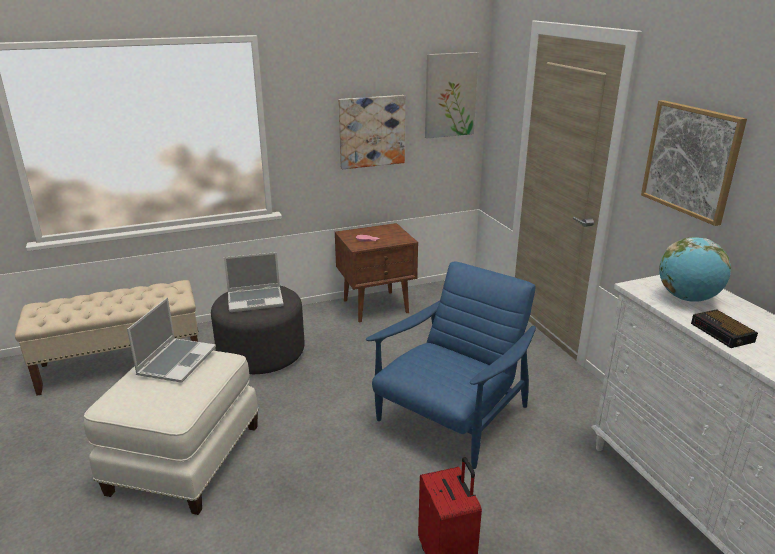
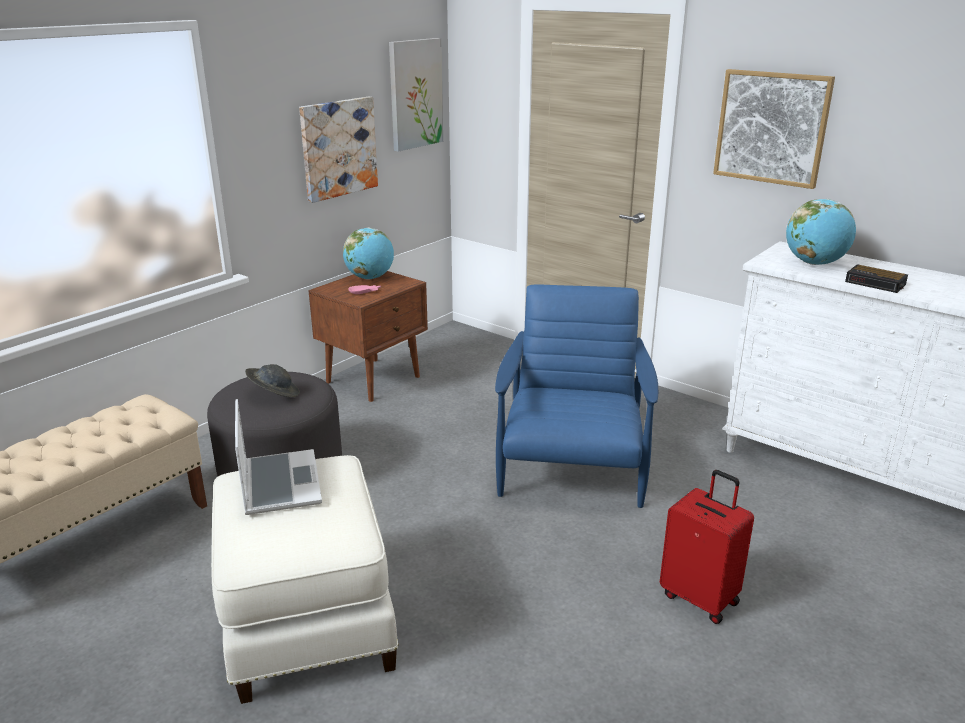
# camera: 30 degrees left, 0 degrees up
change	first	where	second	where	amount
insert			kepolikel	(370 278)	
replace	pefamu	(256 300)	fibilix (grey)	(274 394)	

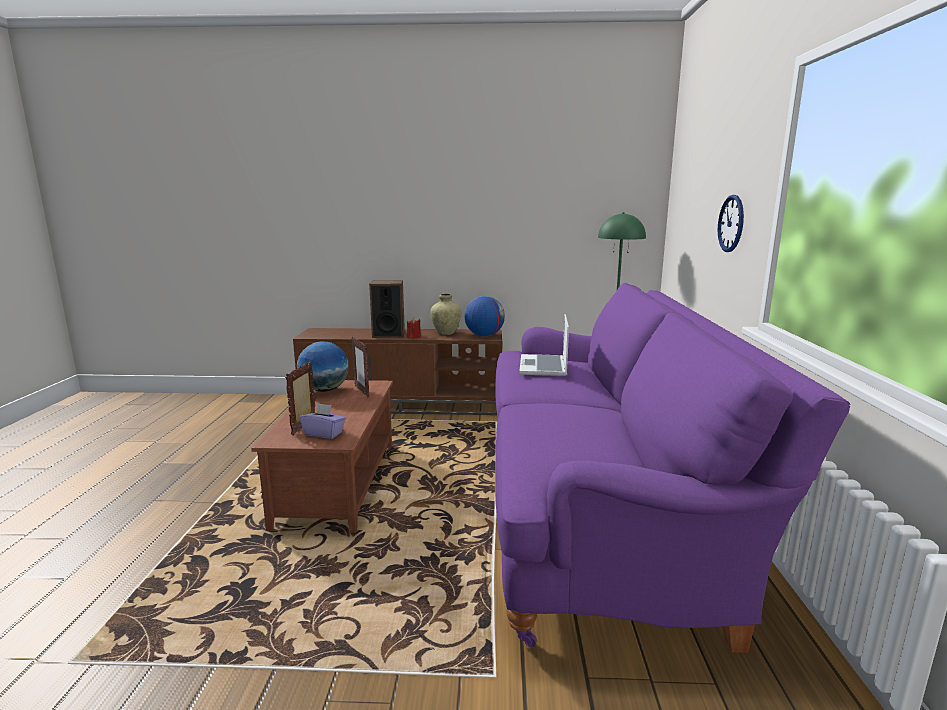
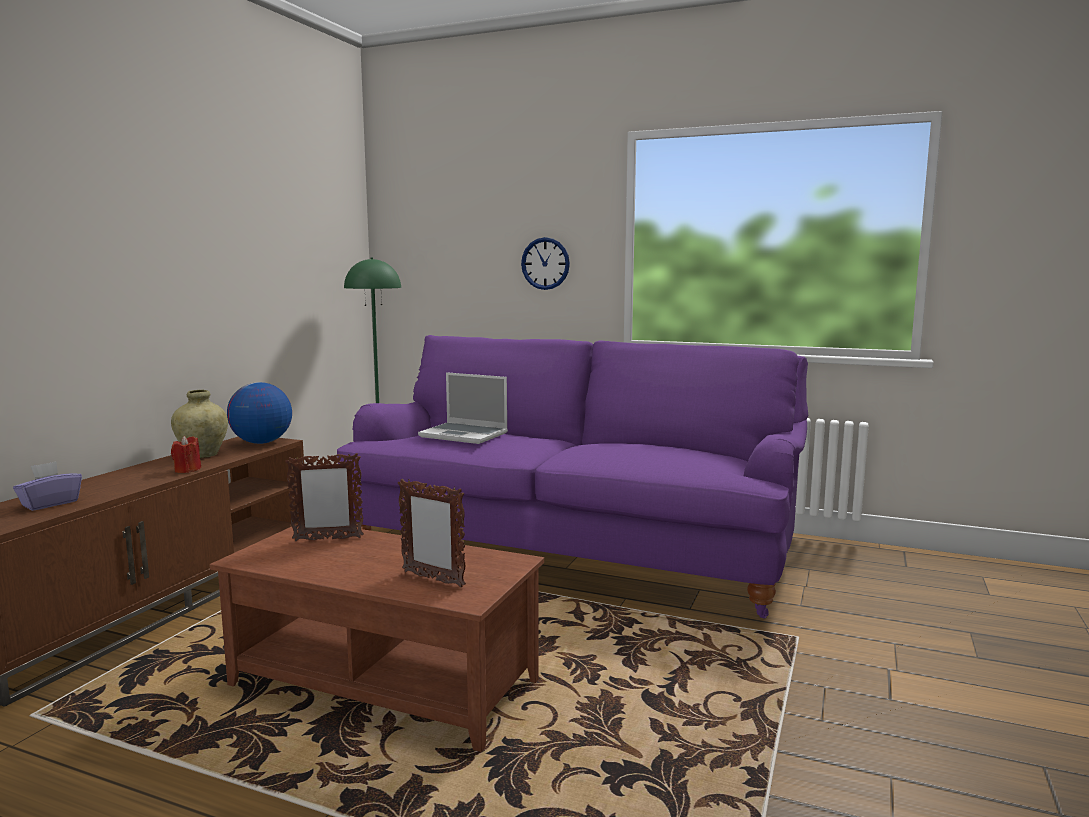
# camera: 70 degrees left, 5 degrees down
change	first	where	second	where	amount
delete	kepolikel	(324 390)			
delete	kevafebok	(388 334)			
move	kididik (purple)	(324 433)		(50 503)	

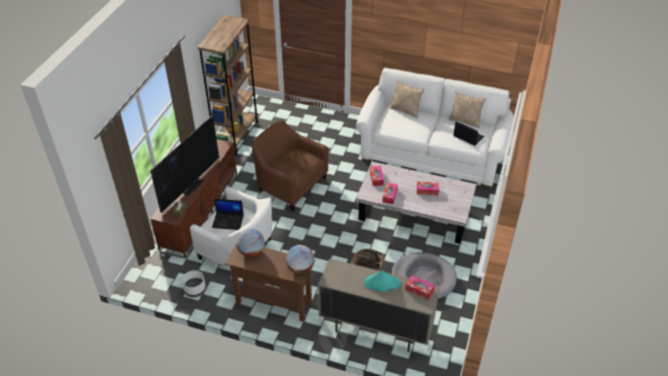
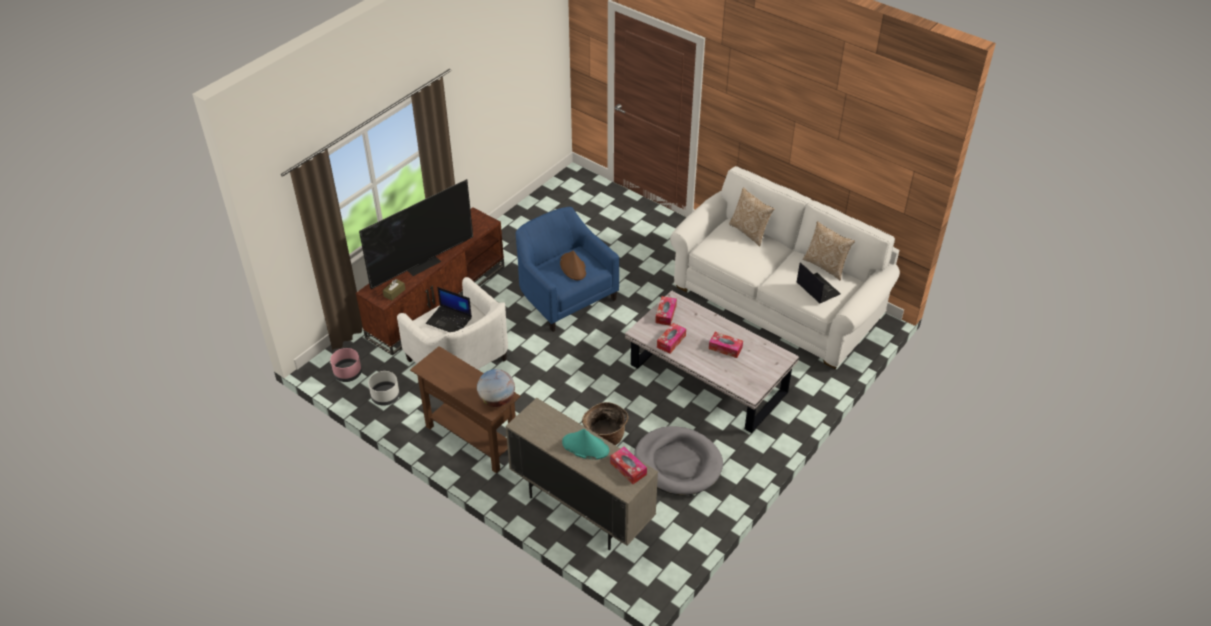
# camera: 20 degrees right, 0 degrees up
change	first	where	second	where	amount
delete	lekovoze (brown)	(236 136)			
delete	kepolikel	(251 252)			
insert			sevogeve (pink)	(347 373)	
recolor	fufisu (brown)	(290 184)	fufisu (blue)	(565 296)	

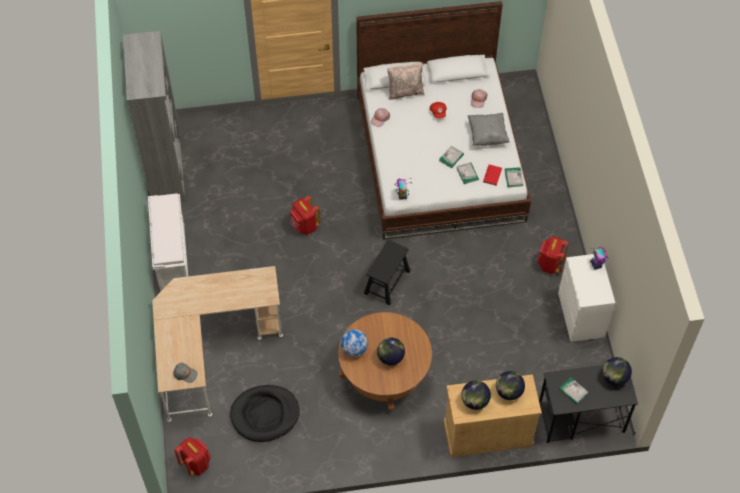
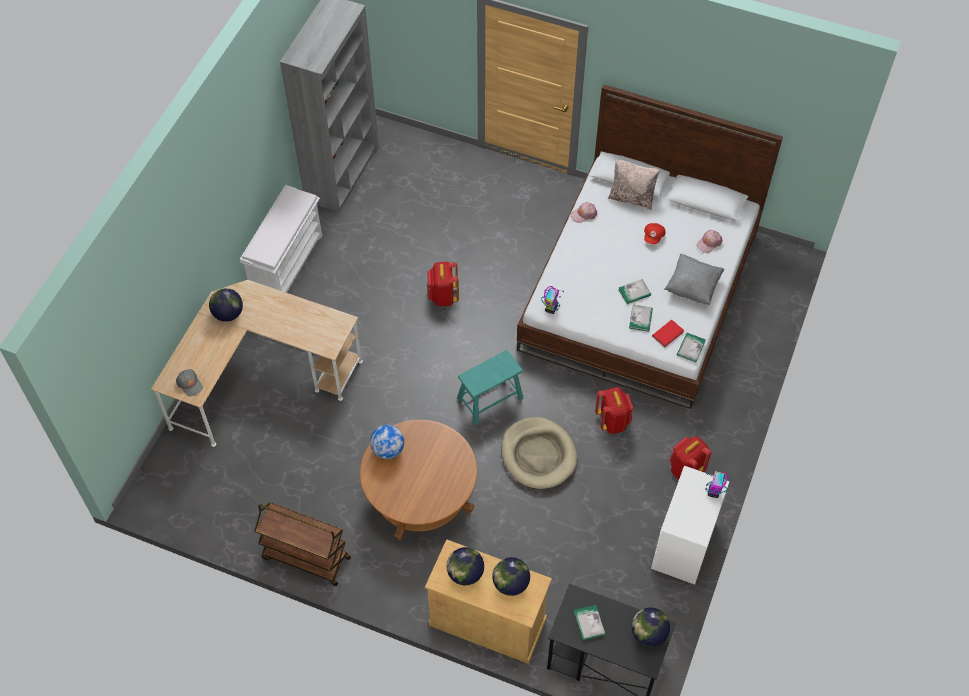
# camera: 30 degrees right, 0 degrees up
change	first	where	second	where	amount
delete	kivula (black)	(265 415)			
insert			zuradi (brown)	(305 558)	
insert			kivula (beige)	(538 455)	
move	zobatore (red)	(196 464)		(613 421)	
move	kepolikel	(390 357)		(228 314)	
recolor	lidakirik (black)	(387 282)	lidakirik (turquoise)	(490 398)	

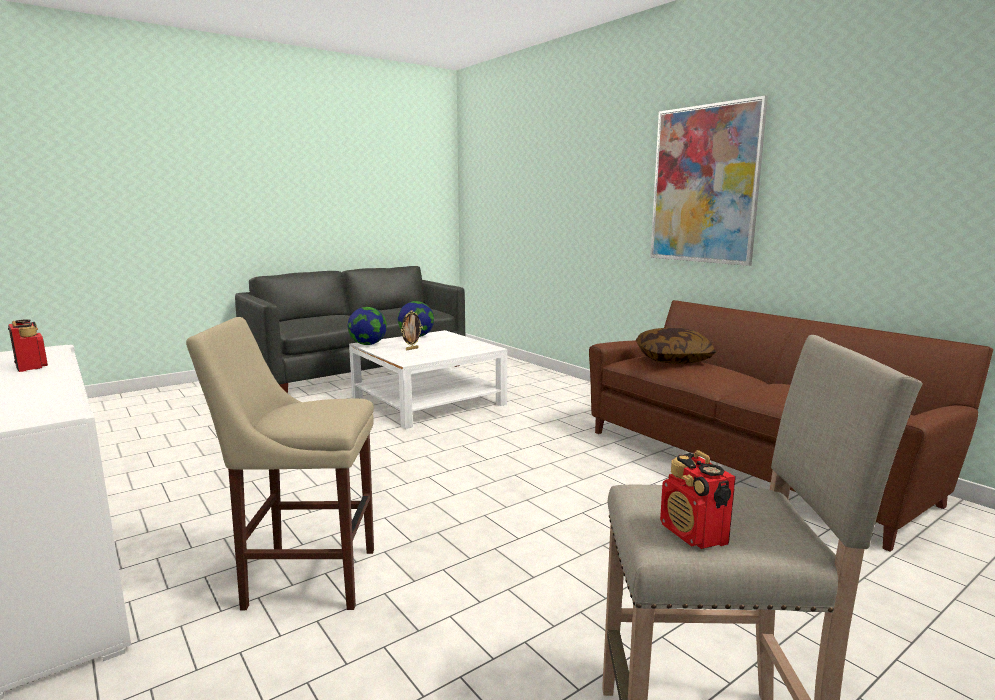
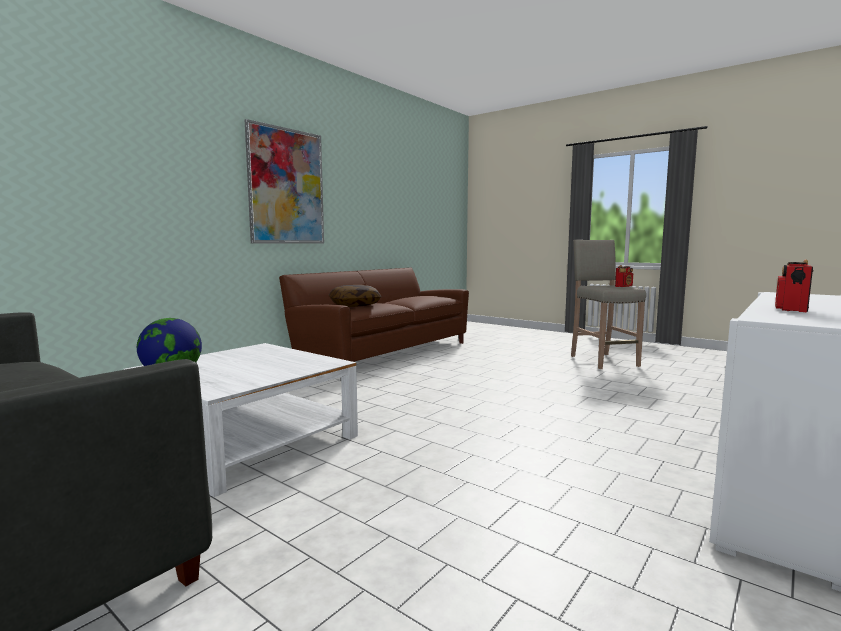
# camera: 105 degrees left, 5 degrees down
change	first	where	second	where	amount
delete	lidakirik (beige)	(304 577)			
delete	kepolikel	(368 344)			
delete	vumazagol	(412 349)			

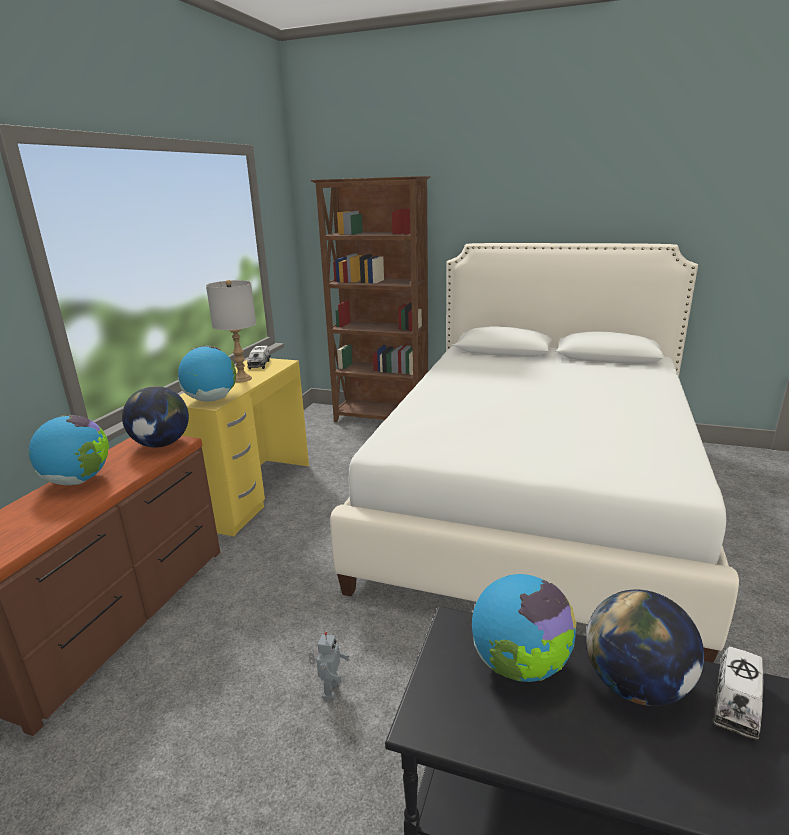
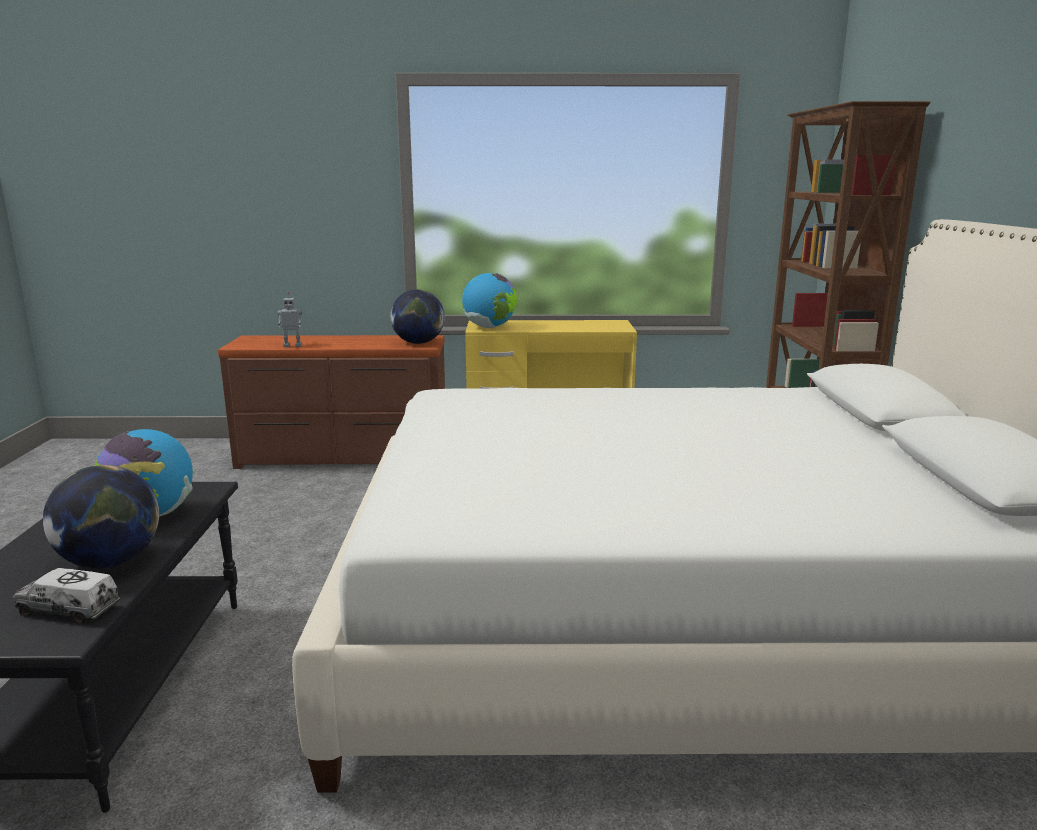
# camera: 70 degrees right, 5 degrees down
change	first	where	second	where	amount
delete	kepolikel	(78 481)			
delete	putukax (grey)	(241 379)			
delete	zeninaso	(259 364)			
move	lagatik	(329 690)		(293 346)	

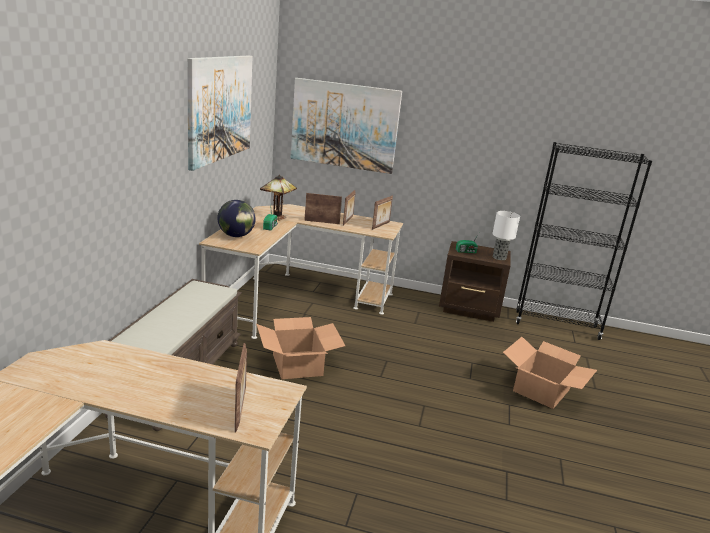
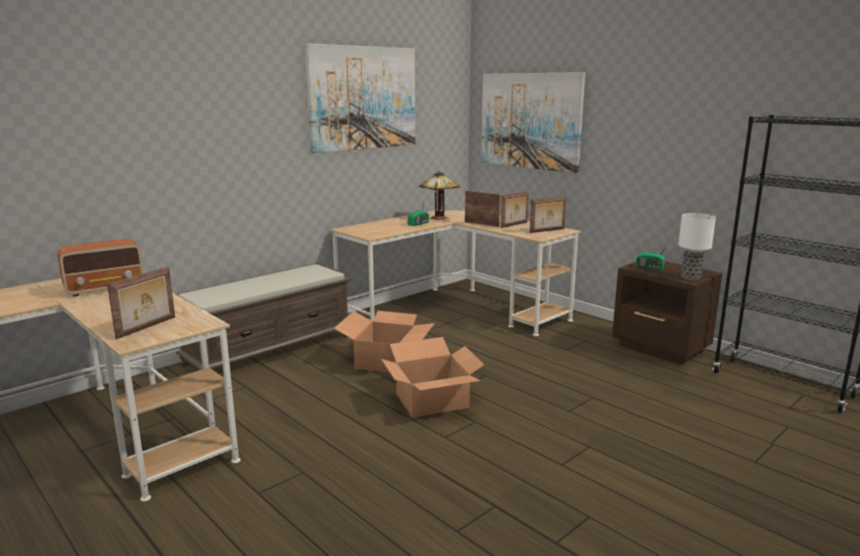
# camera: 35 degrees right, 5 degrees down
change	first	where	second	where	amount
delete	kepolikel	(236 236)			
insert			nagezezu	(105 288)	
move	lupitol	(542 390)		(432 400)	

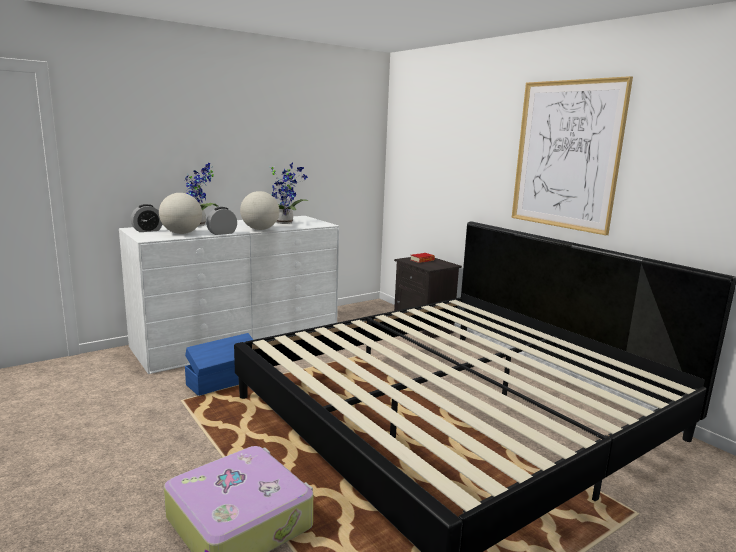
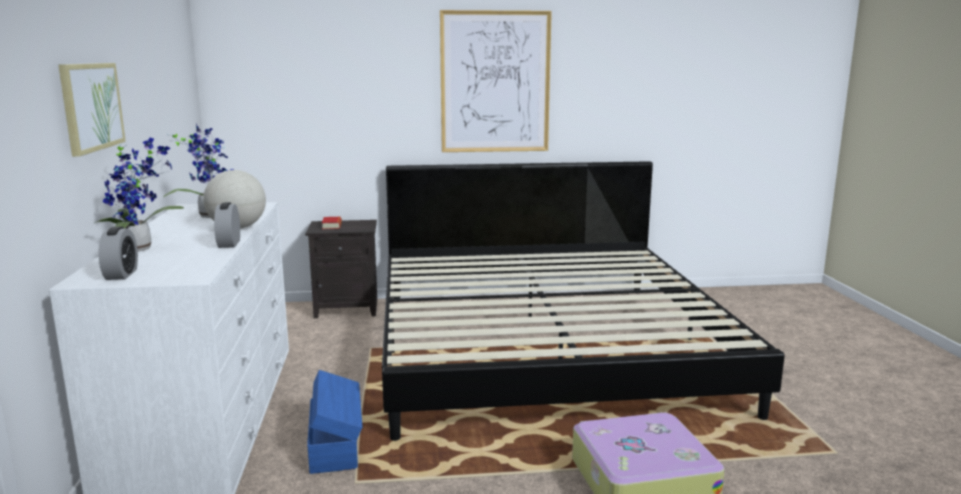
# camera: 60 degrees left, 0 degrees up
change	first	where	second	where	amount
delete	kepolikel	(181 233)			
insert			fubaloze	(91 106)	

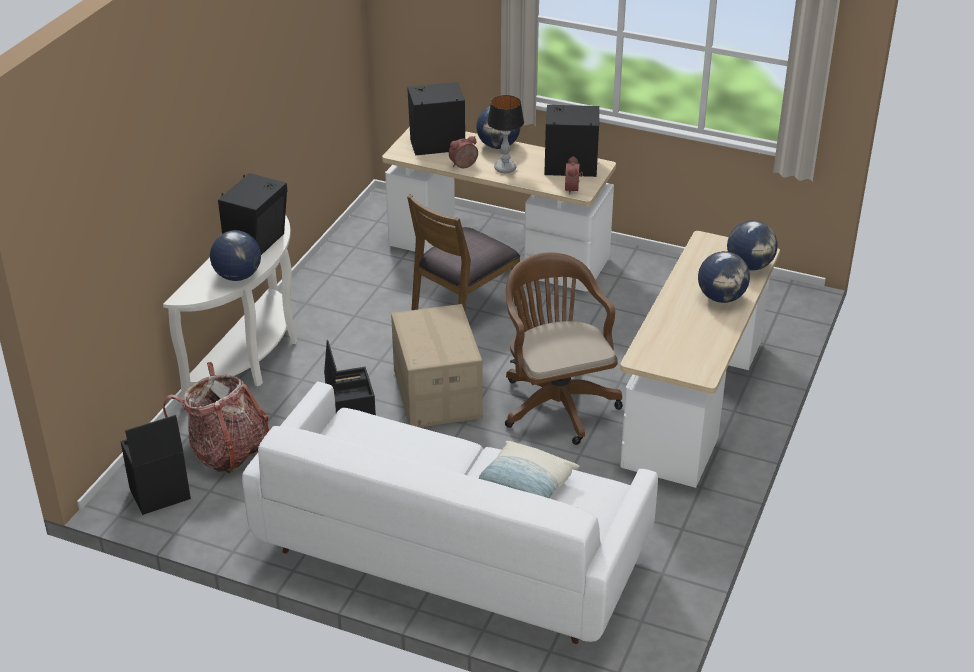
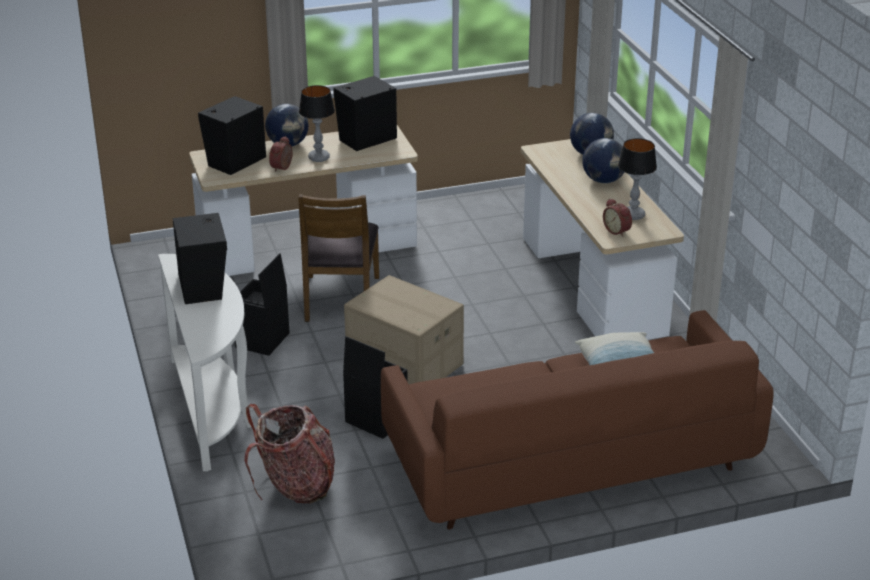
# camera: 40 degrees left, 5 degrees down
change	first	where	second	where	amount
delete	kepolikel	(237 276)			
delete	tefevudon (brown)	(556 402)			
insert			putukax	(633 215)	
move	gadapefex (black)	(159 495)		(262 341)	
move	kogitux	(573 189)		(617 231)	
recolor	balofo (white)	(452 550)	balofo (brown)	(568 459)	

